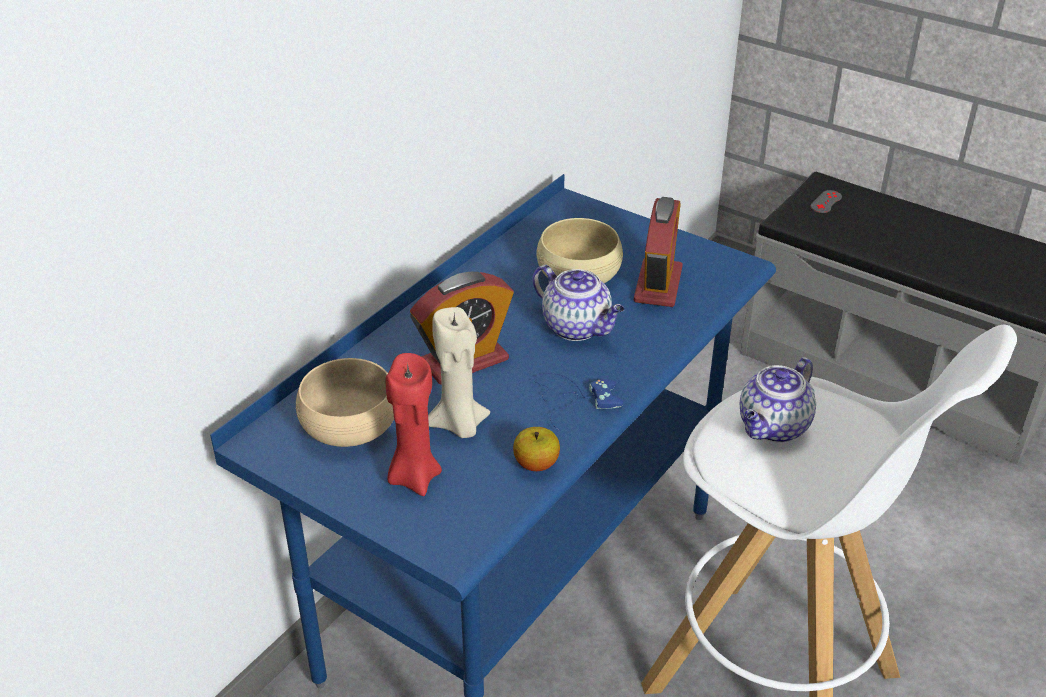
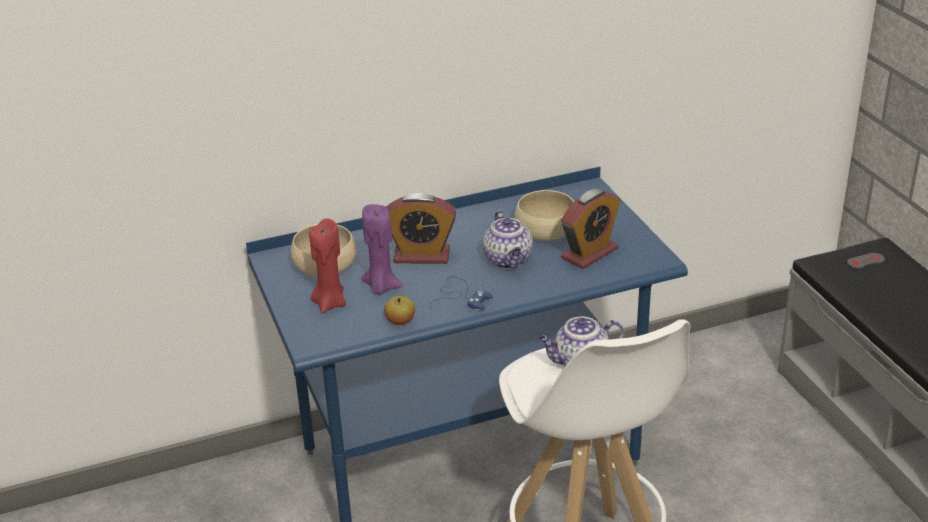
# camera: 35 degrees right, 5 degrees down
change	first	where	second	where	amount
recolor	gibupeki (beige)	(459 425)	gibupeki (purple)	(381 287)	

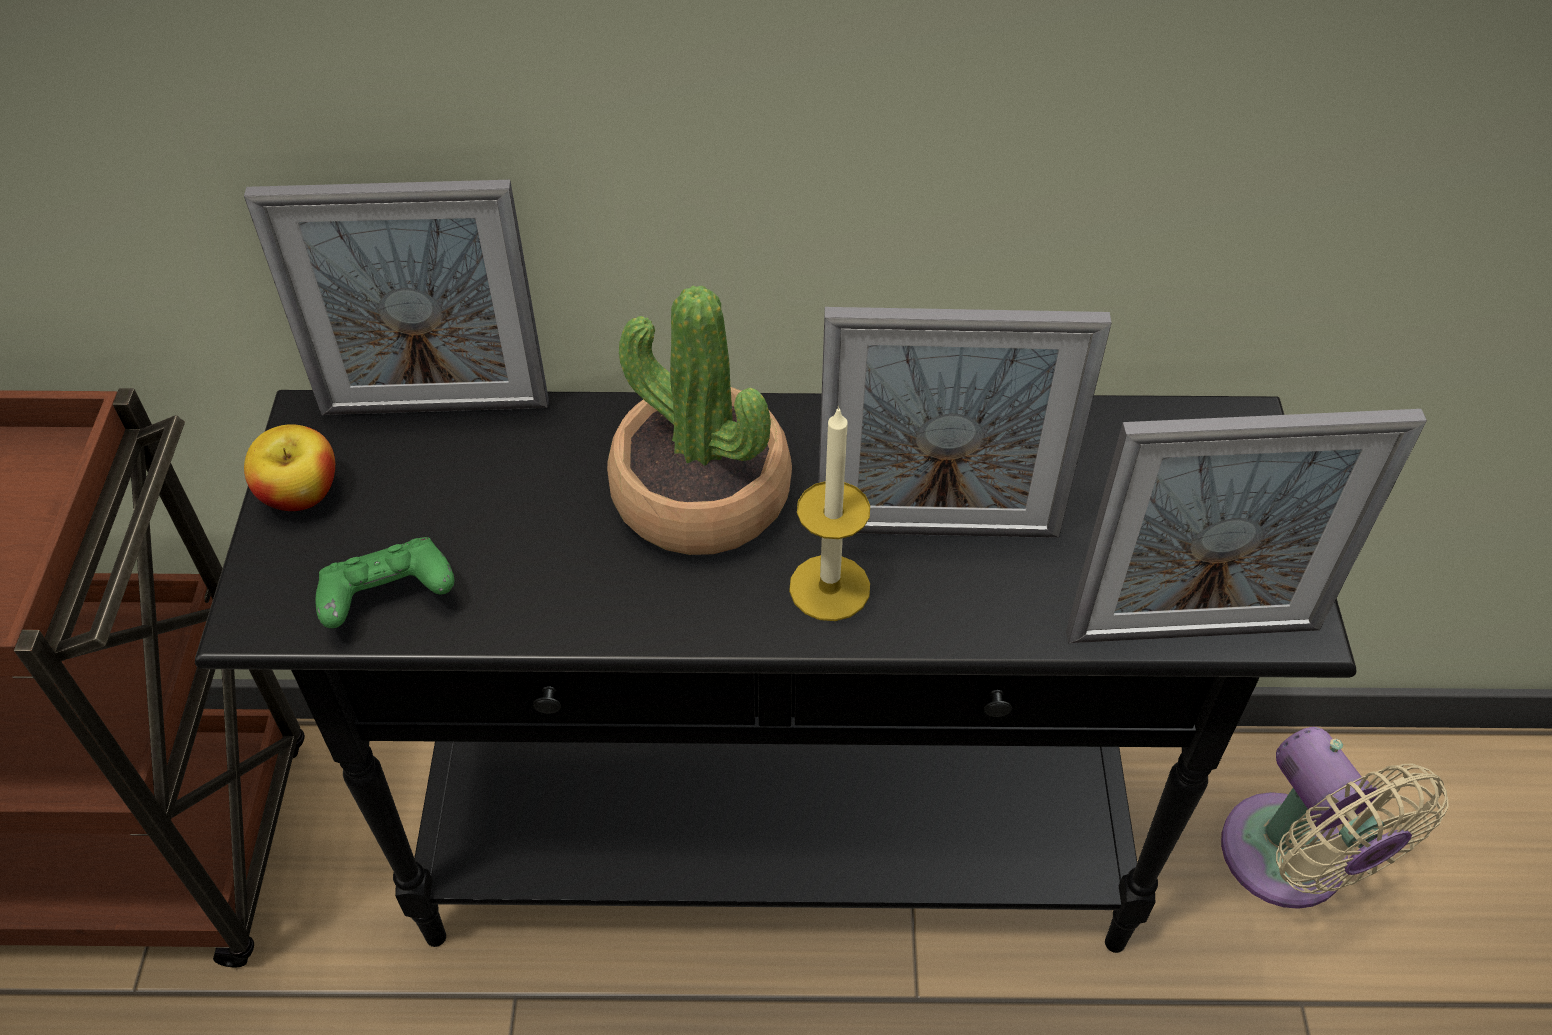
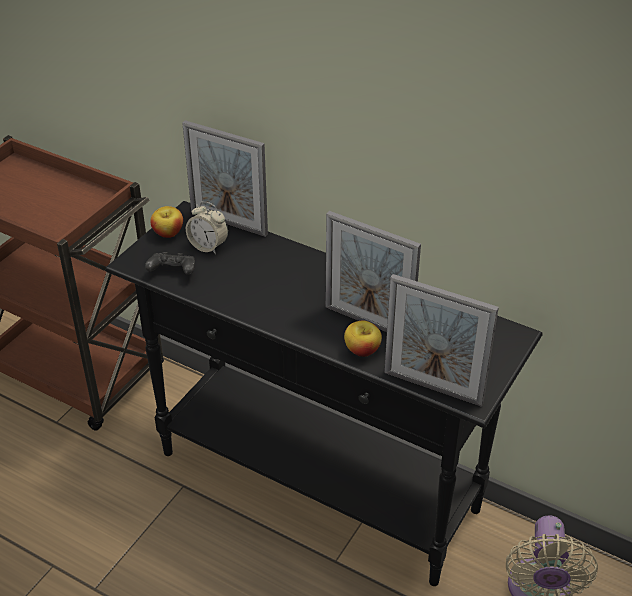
# camera: 30 degrees right, 10 degrees down
change	first	where	second	where	amount
delete	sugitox	(700 495)			
delete	gibupeki	(829 587)			
insert			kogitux	(208 246)	
insert			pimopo	(362 350)	
recolor	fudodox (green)	(388 599)	fudodox (black)	(172 272)	

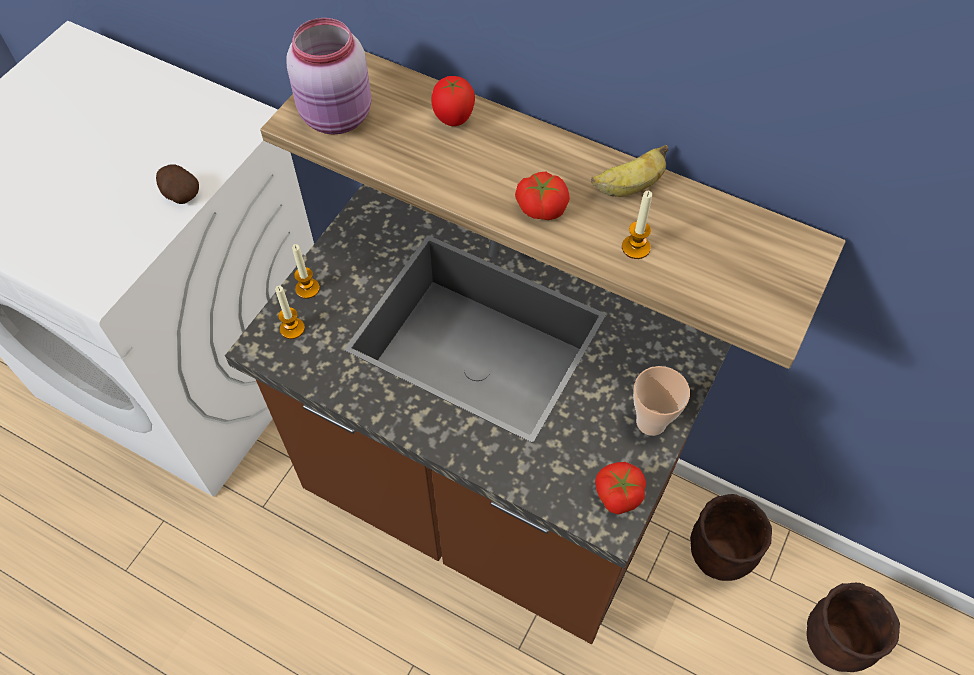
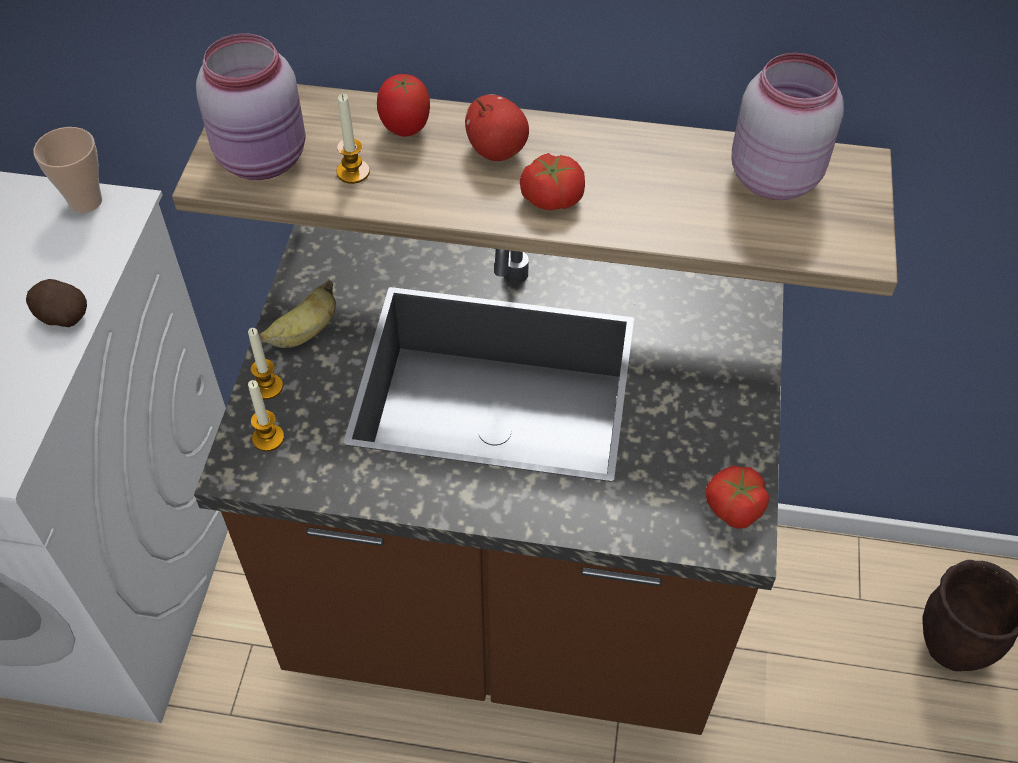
# camera: 20 degrees left, 5 degrees down
change	first	where	second	where	amount
delete	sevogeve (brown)	(717 558)			
insert			pimopo	(496 150)	
insert			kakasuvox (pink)	(773 175)	
move	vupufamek	(628 187)		(304 333)	
move	gibupeki	(635 247)		(353 172)	
move	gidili	(651 422)		(85 201)	

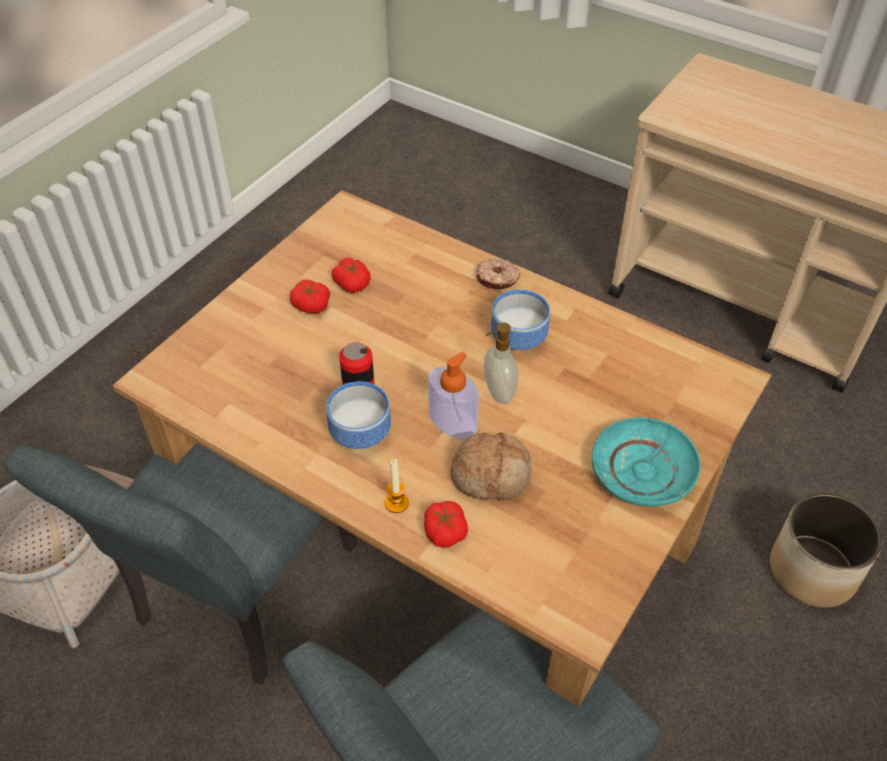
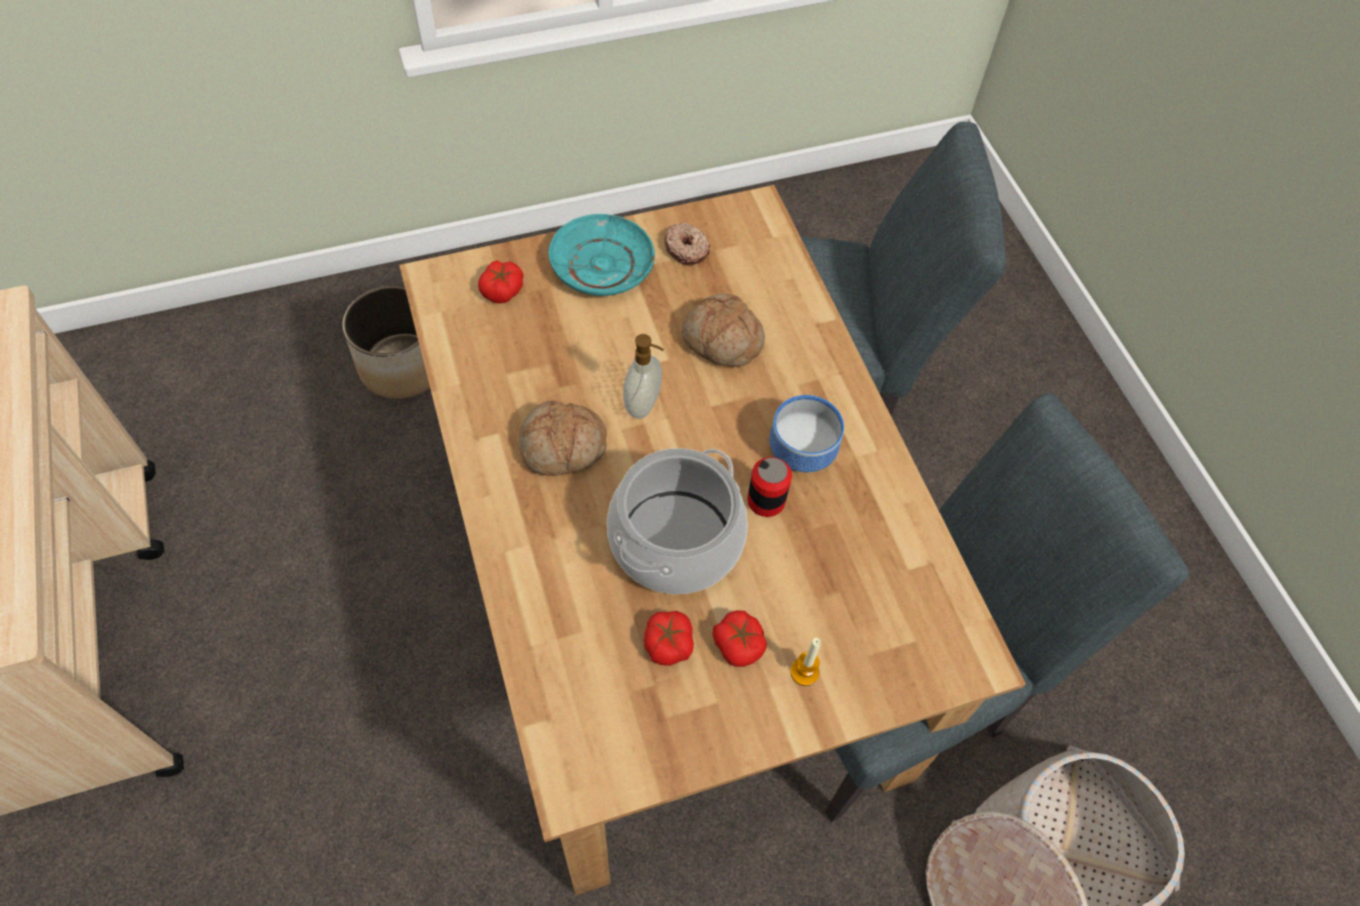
# camera: 145 degrees left, 10 degrees up
change	first	where	second	where	amount
delete	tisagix	(452 421)			
insert			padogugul	(676 541)	
move	gibupeki	(396 503)		(804 672)	
move	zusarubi	(445 531)		(502 290)	
move	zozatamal	(497 279)		(686 249)	
replace	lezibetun	(518 335)	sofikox	(563 448)	

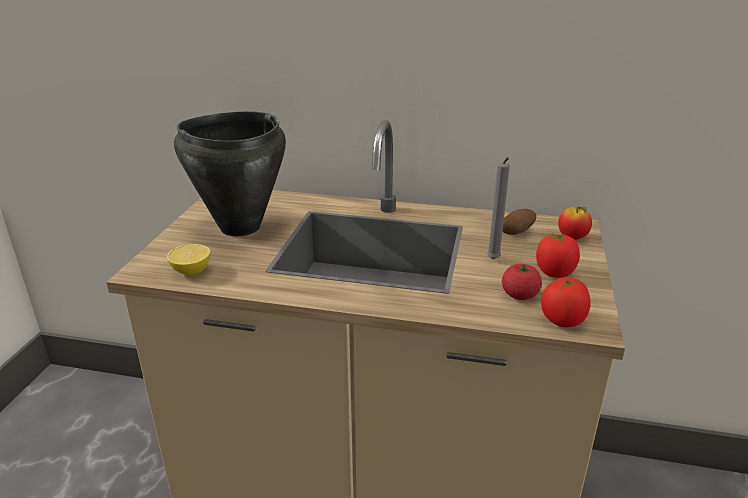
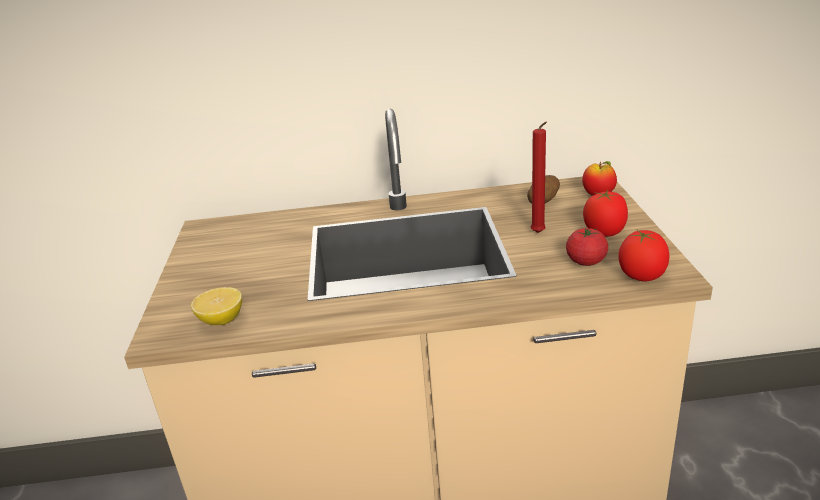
# camera: 15 degrees left, 0 degrees up
change	first	where	second	where	amount
delete	padogugul (black)	(239 227)			
recolor	gibupeki (grey)	(493 260)	gibupeki (red)	(539 234)	

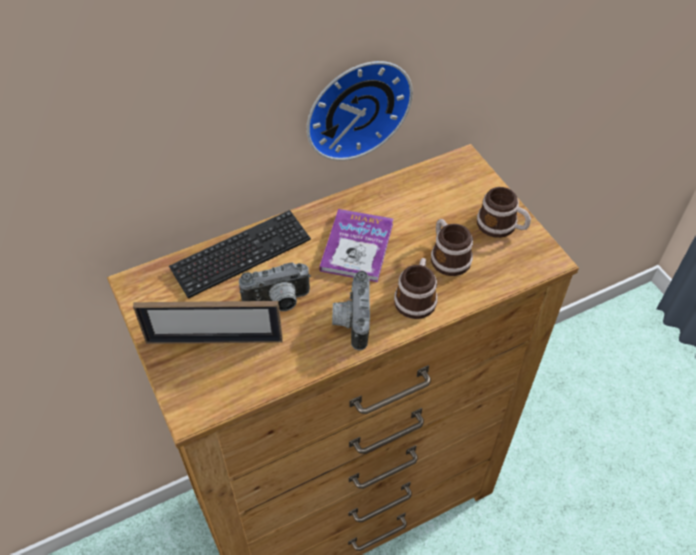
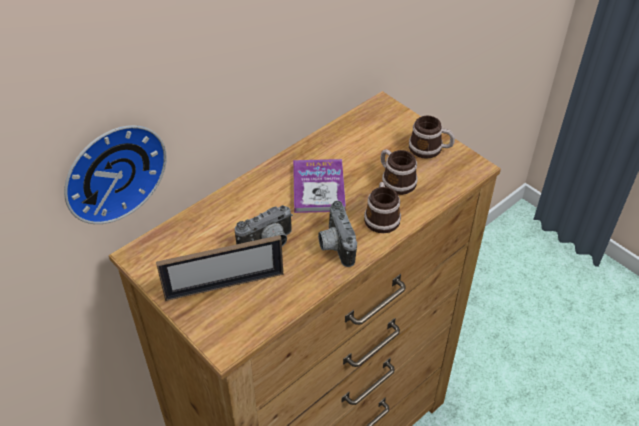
# camera: 15 degrees left, 5 degrees down
change	first	where	second	where	amount
delete	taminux	(241 255)			
move	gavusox	(355 106)		(112 170)	

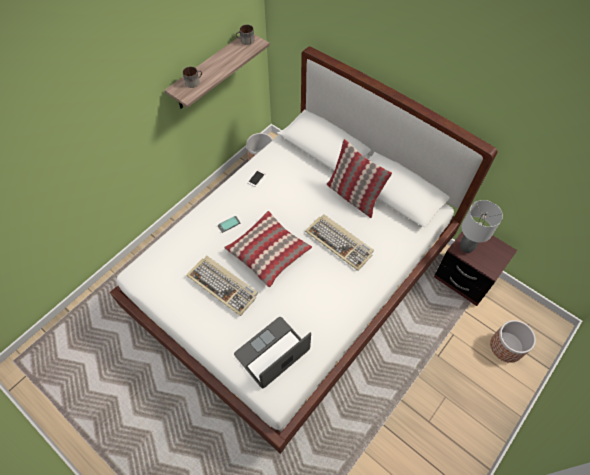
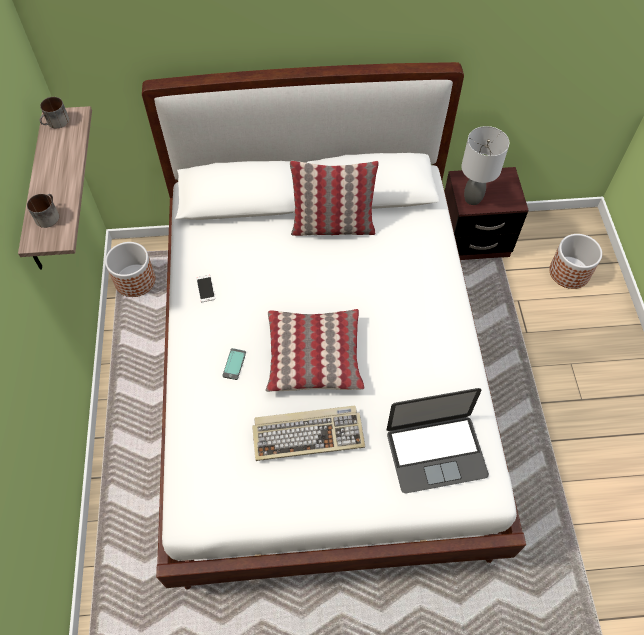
# camera: 45 degrees left, 0 degrees up
change	first	where	second	where	amount
delete	taminux	(340 243)			
rotate	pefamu	(272 352)		(436 453)	105 degrees counterclockwise

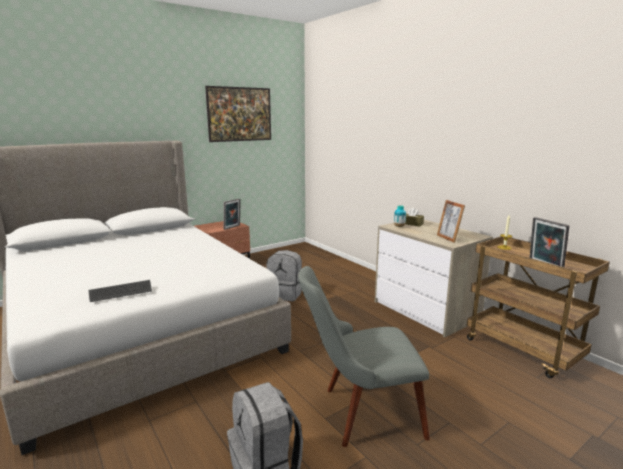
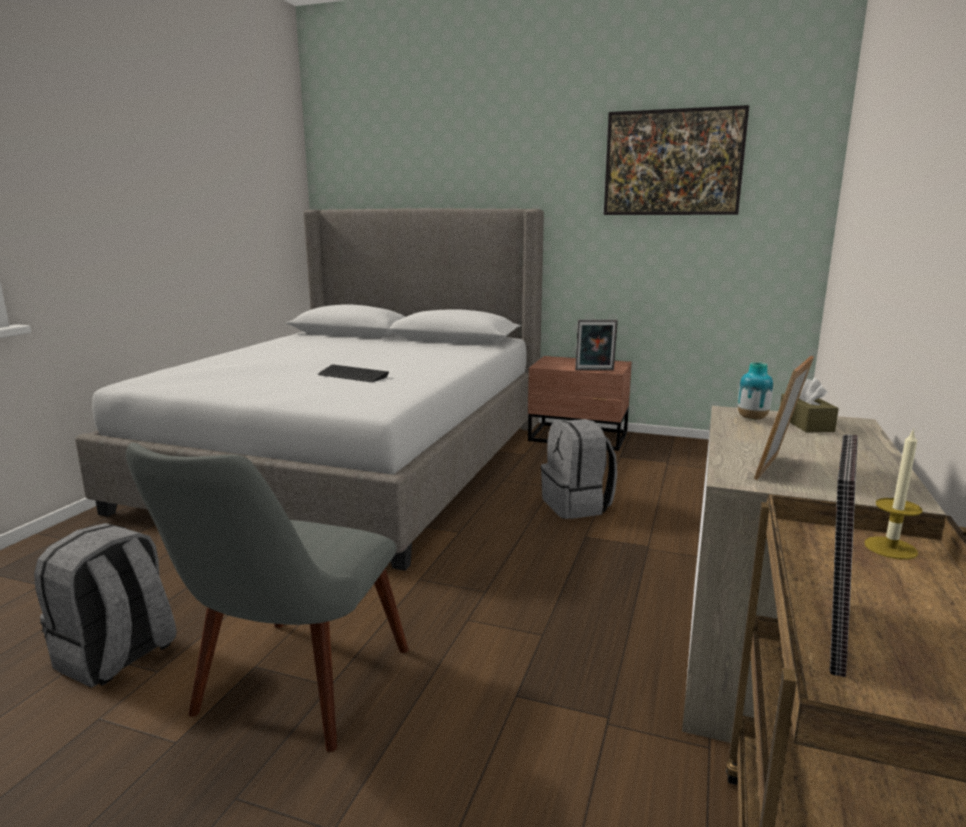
# camera: 55 degrees right, 0 degrees up
change	first	where	second	where	amount
move	taminux	(121 292)		(352 375)	
rotate	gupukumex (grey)	(359 413)		(289 697)	120 degrees counterclockwise

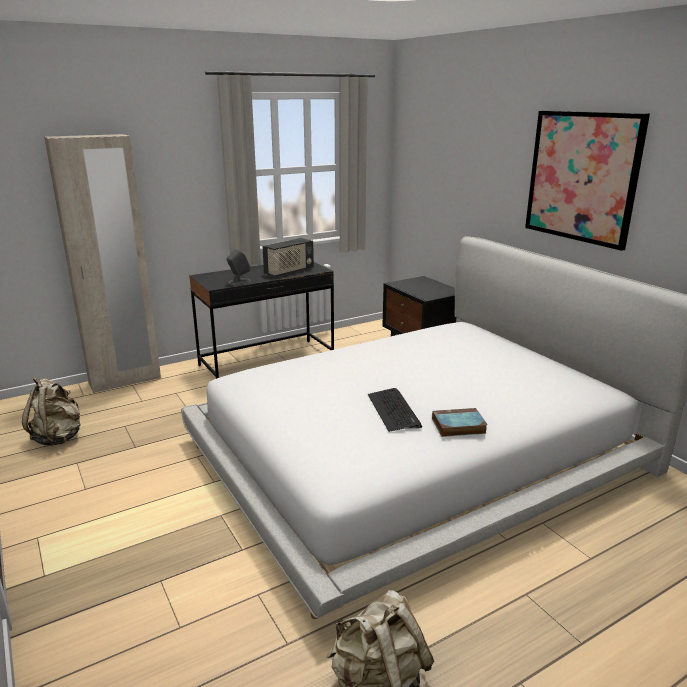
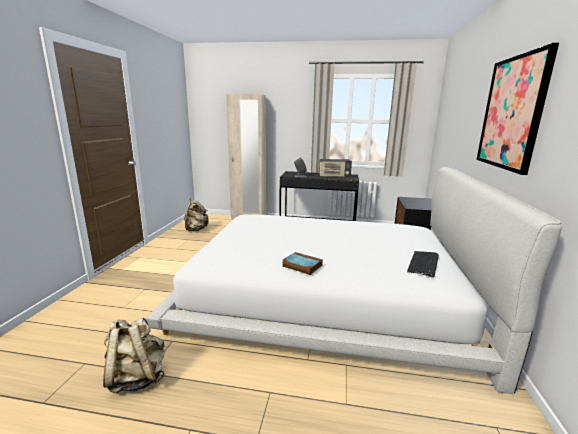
# camera: 40 degrees right, 5 degrees down
change	first	where	second	where	amount
move	taminux	(394 410)		(424 264)	

